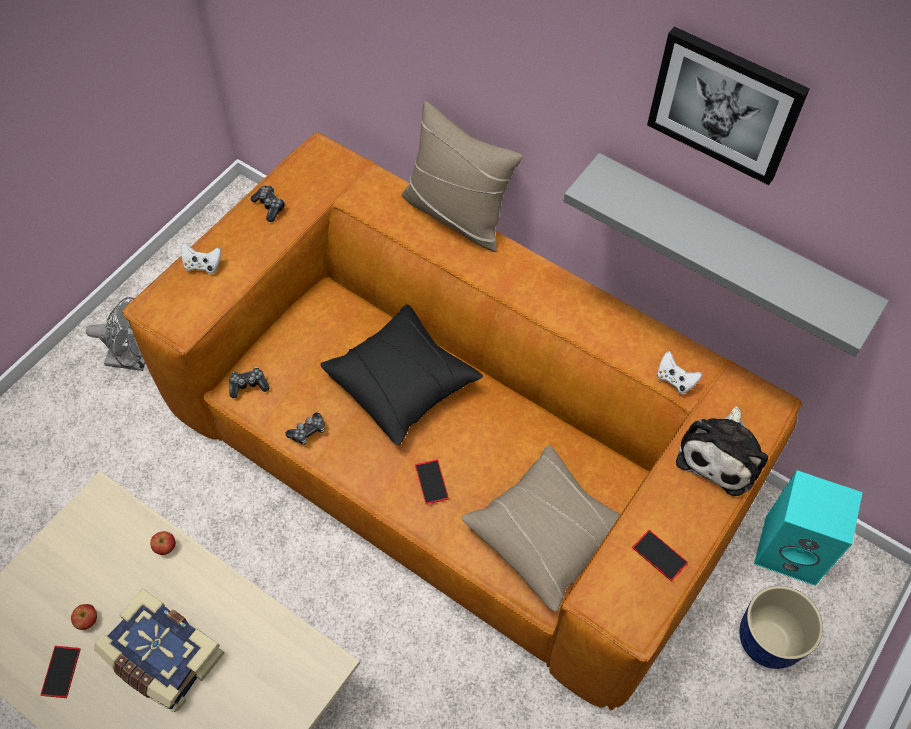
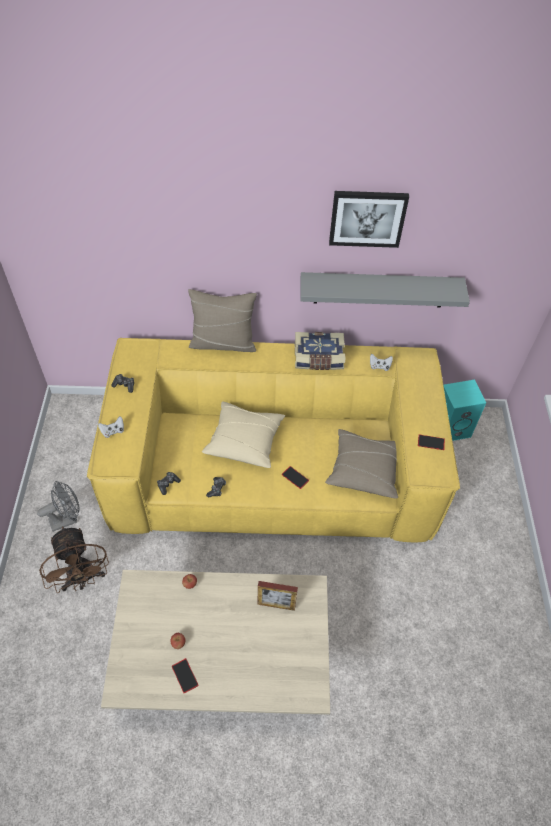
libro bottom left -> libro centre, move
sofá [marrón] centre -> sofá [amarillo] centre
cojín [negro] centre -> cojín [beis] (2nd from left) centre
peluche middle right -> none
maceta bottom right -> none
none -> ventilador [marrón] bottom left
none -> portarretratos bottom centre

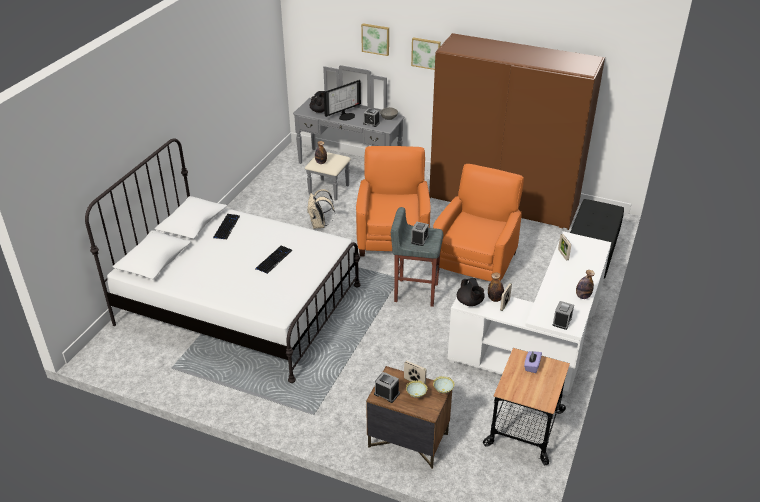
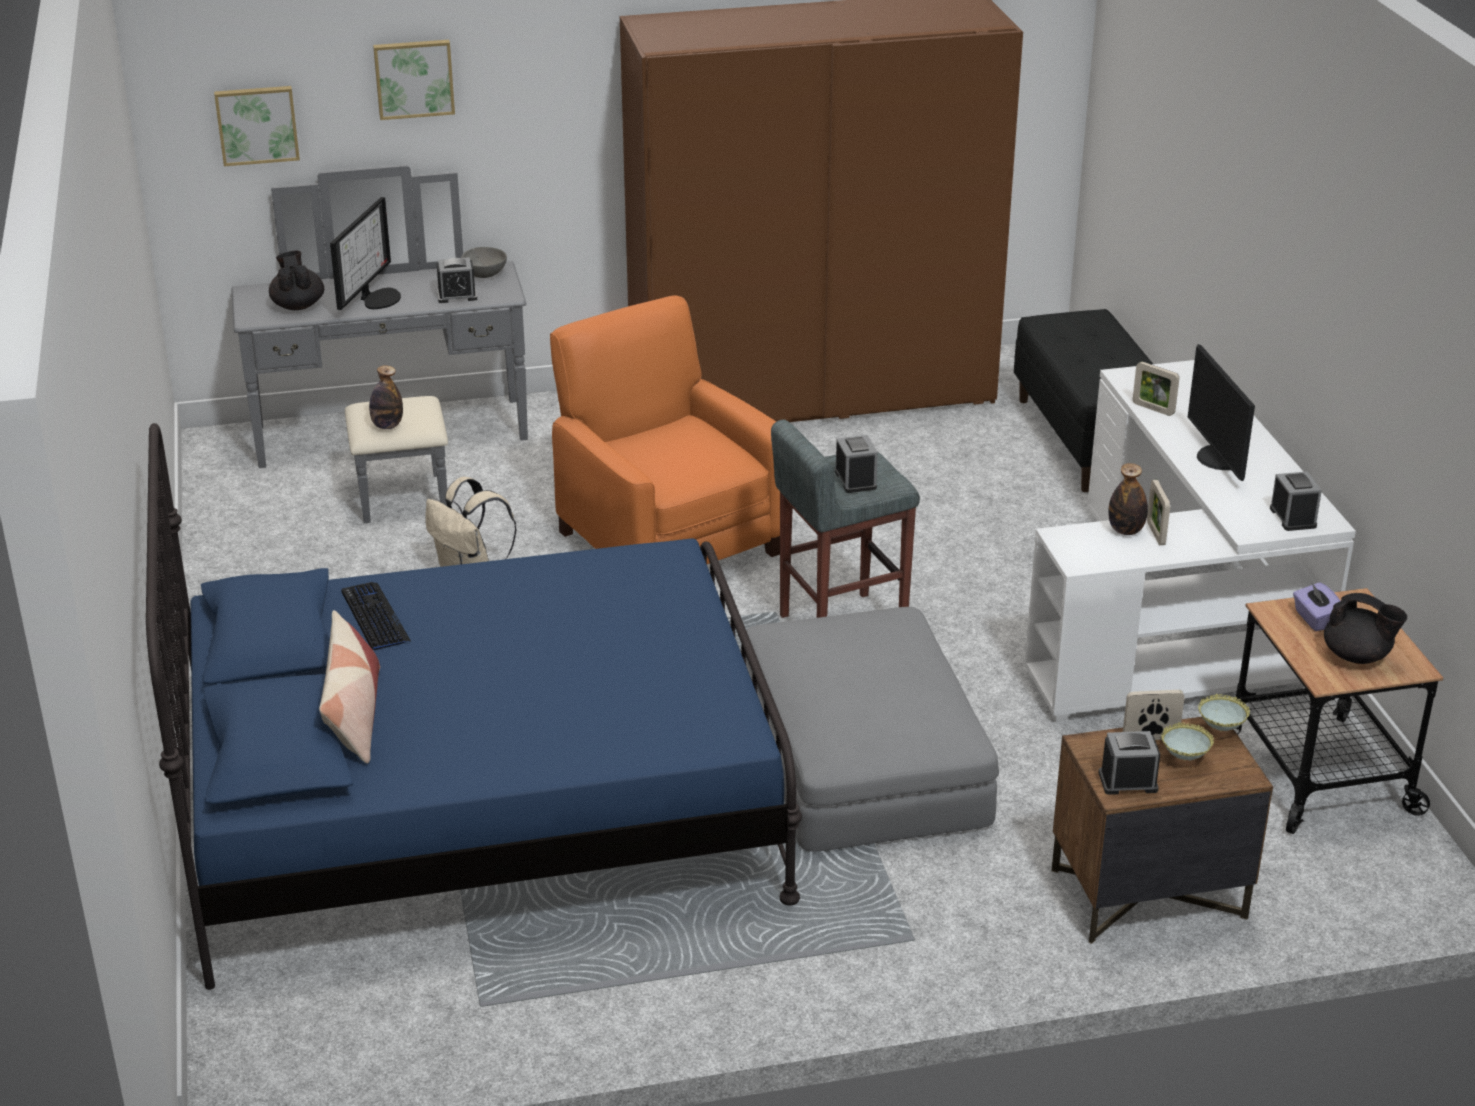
cama [blanco] middle left -> cama [azul] middle left
teclado (2nd from left) centre -> none
cuadro (2nd from left in the first image) top centre -> cuadro (1st from left) top left, move
sillón [naranja] (2nd from left) centre -> none
tetera [negro] (2nd from left) centre -> tetera [negro] (2nd from left) middle right, move
botella (3rd from left) middle right -> none
none -> cojín middle left
none -> puf [gris] centre
none -> monitor (2nd from left) middle right

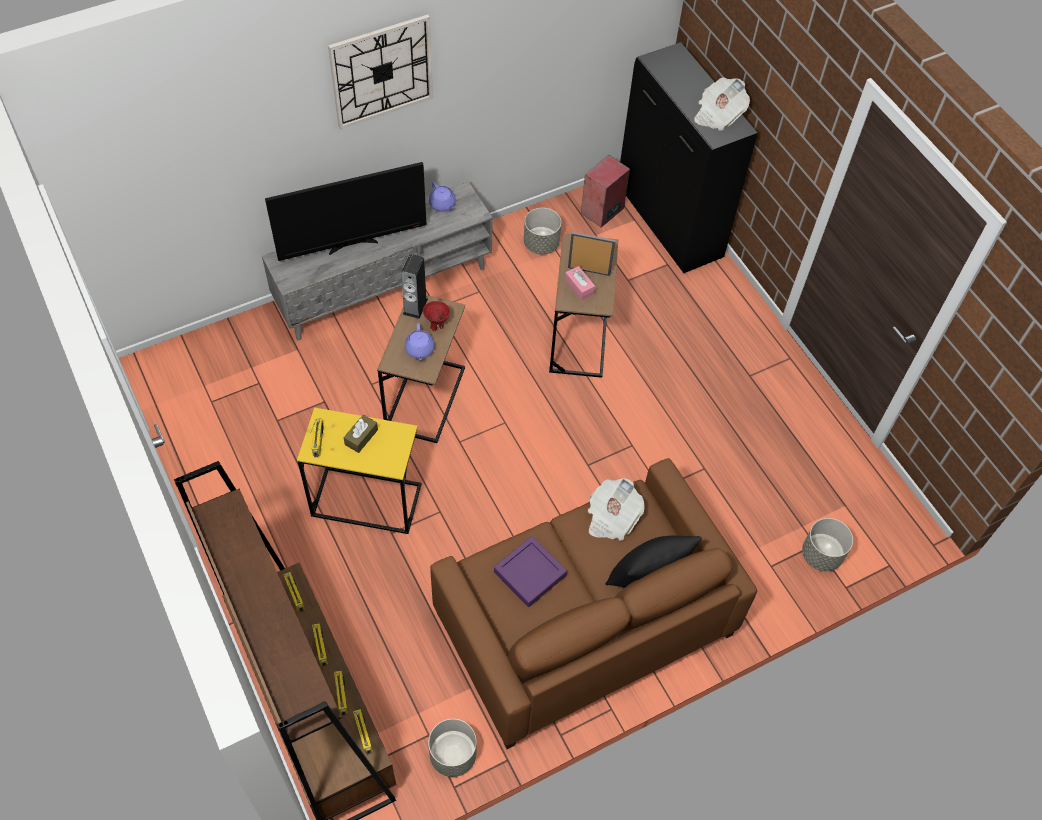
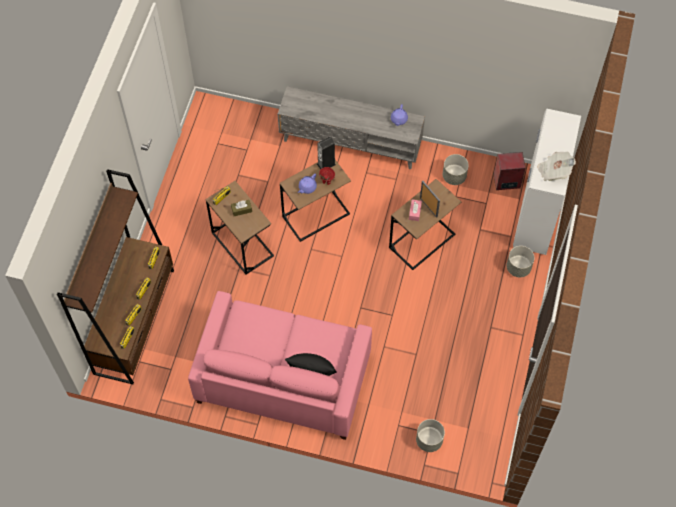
televisor top left -> none
mesa auxiliar [amarillo] centre -> mesa auxiliar [marrón] (1st from left) centre
reloj de pared top centre -> none
maceta [gris] (1st from left in the first image) bottom centre -> maceta [gris] (3rd from left) middle right, move
sofá [marrón] bottom centre -> sofá [rosa] bottom centre
bandeja [morado] bottom centre -> none
periódico (1st from left) centre -> none
armario [negro] top centre -> armario [blanco] middle right

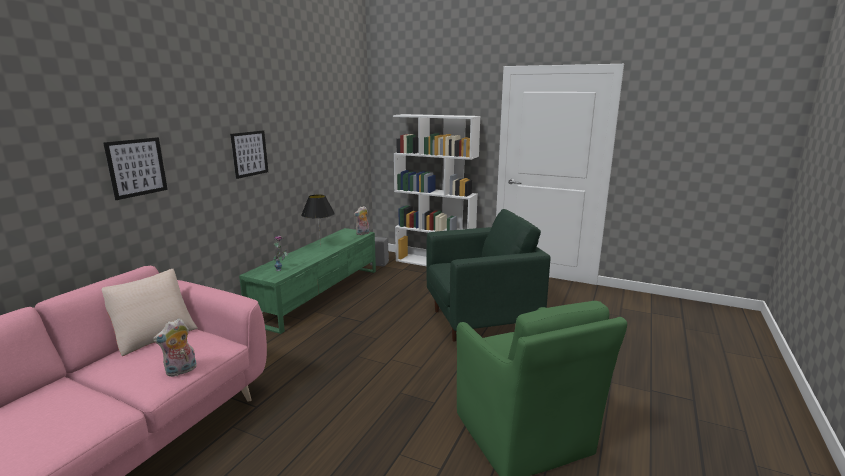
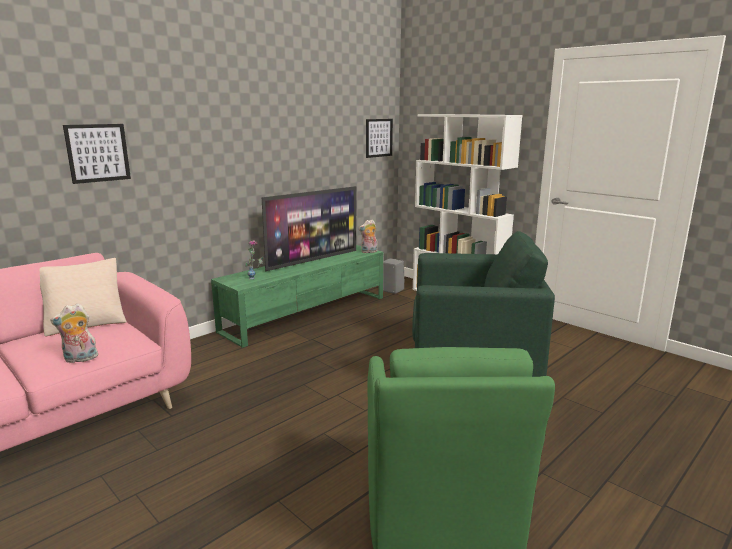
cuadro (2nd from left) top left -> cuadro (2nd from left) top centre, move
lámpara de mesa [negro] centre -> televisor centre

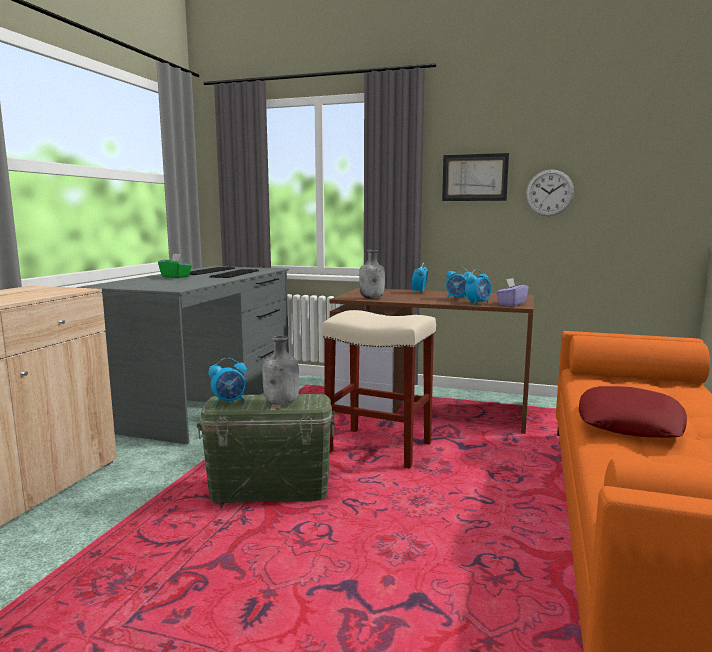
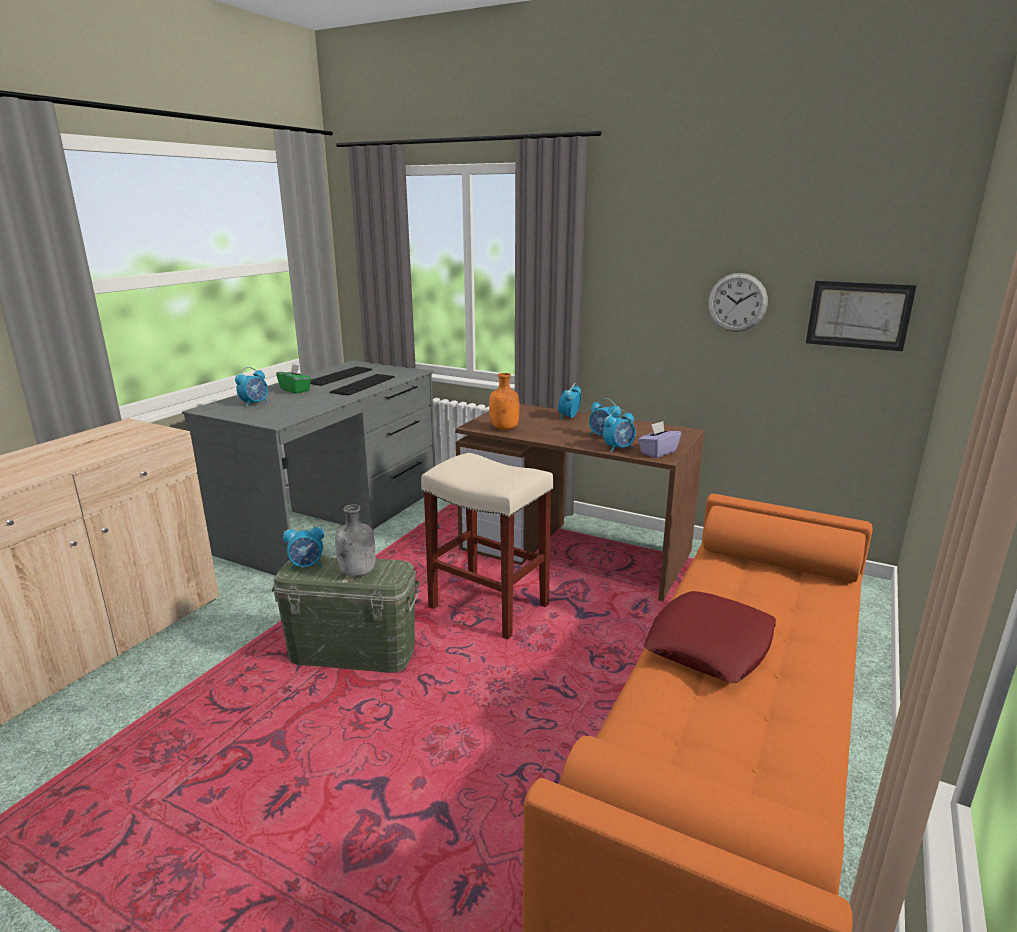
botella [gris] (2nd from left) centre -> botella [naranja] centre
cuadro top right -> cuadro middle right, move
none -> despertador (1st from left) middle left

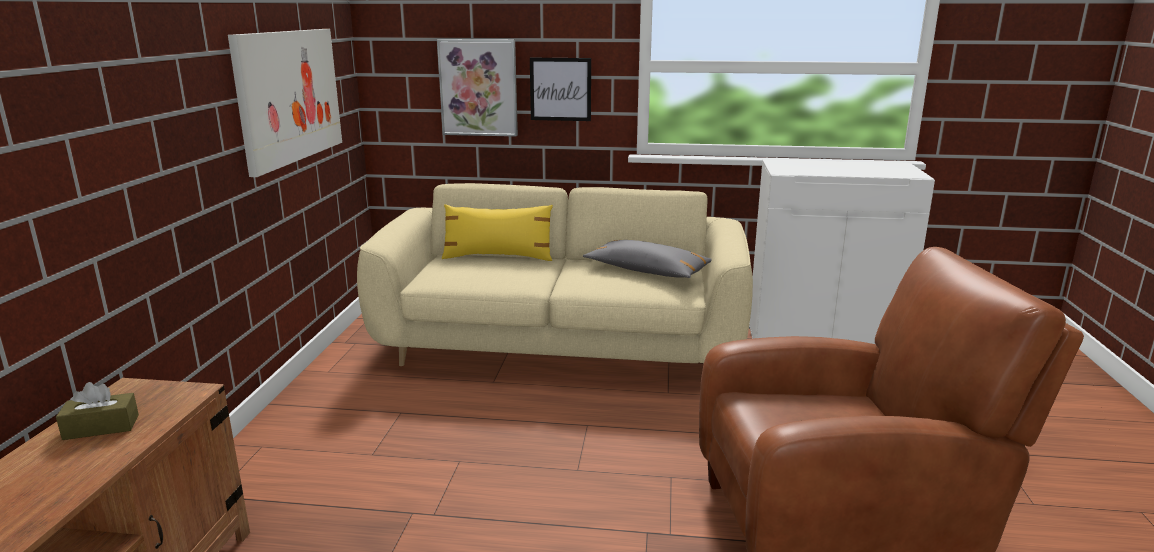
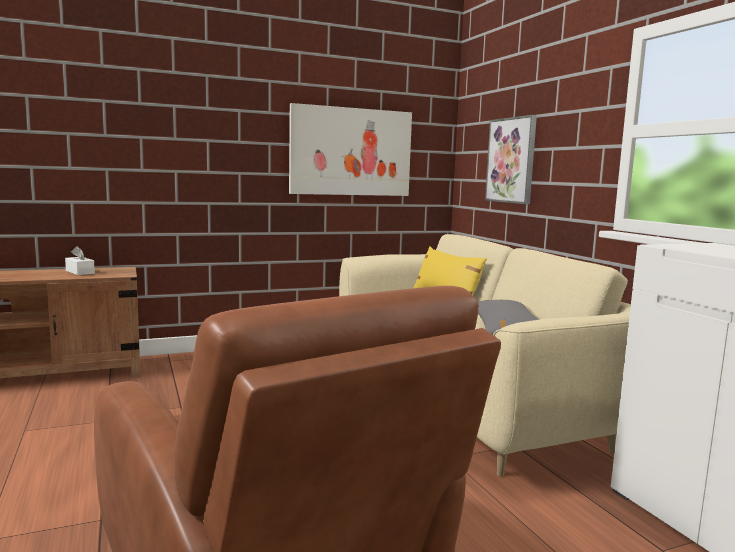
caja de pañuelos [marrón] bottom left -> caja de pañuelos [blanco] middle left
cuadro (3rd from left) top centre -> none

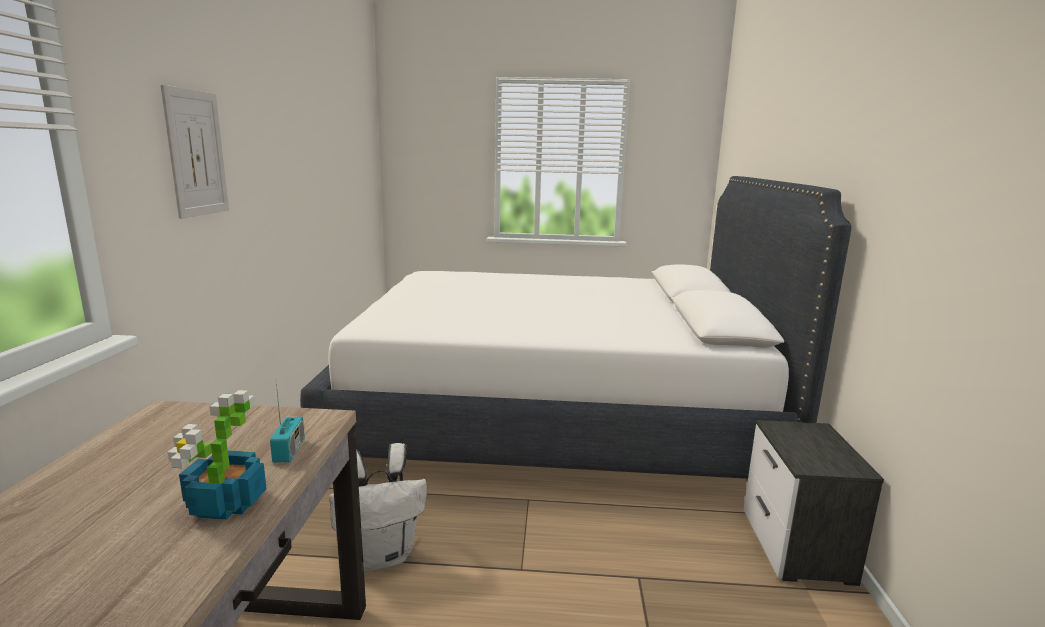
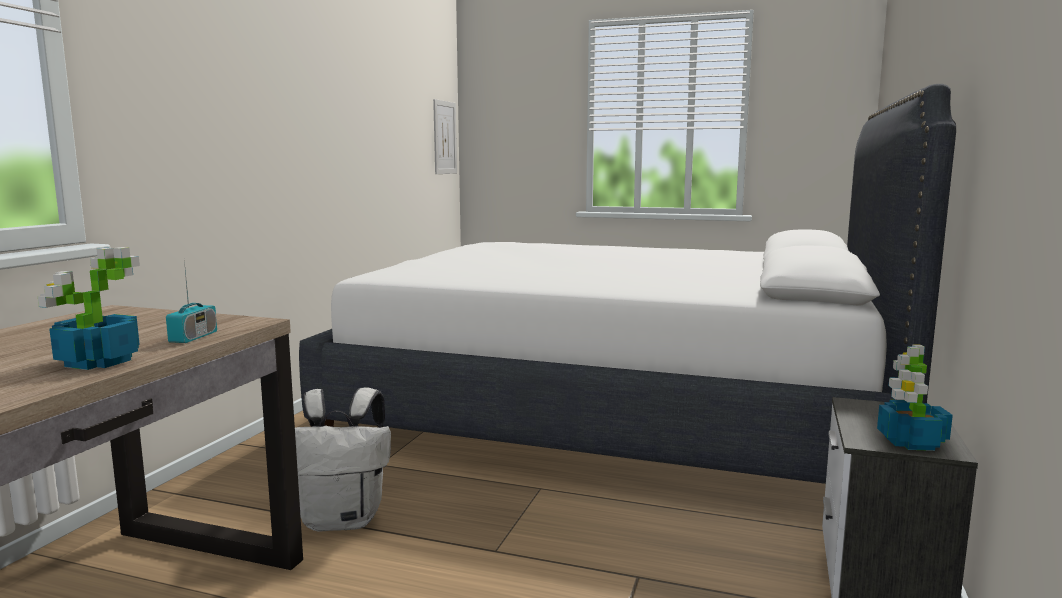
cuadro top left -> cuadro top centre, move
none -> planta en maceta (2nd from left) middle right

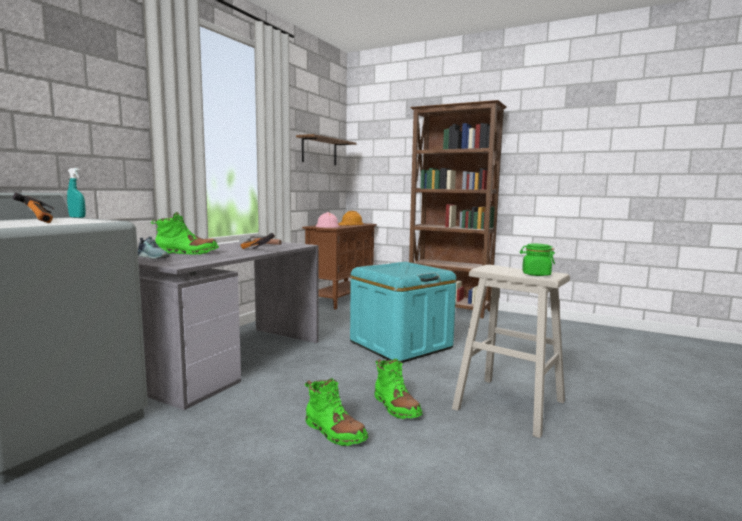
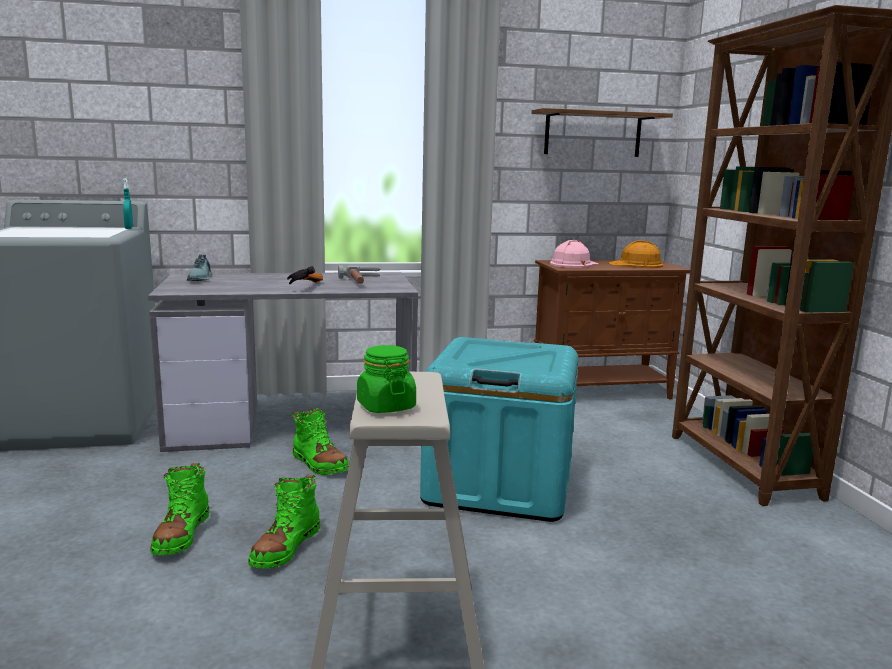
martillo (1st from left) middle left -> none
bota [verde] (1st from left in the first image) middle left -> bota [verde] (3rd from left) centre, move

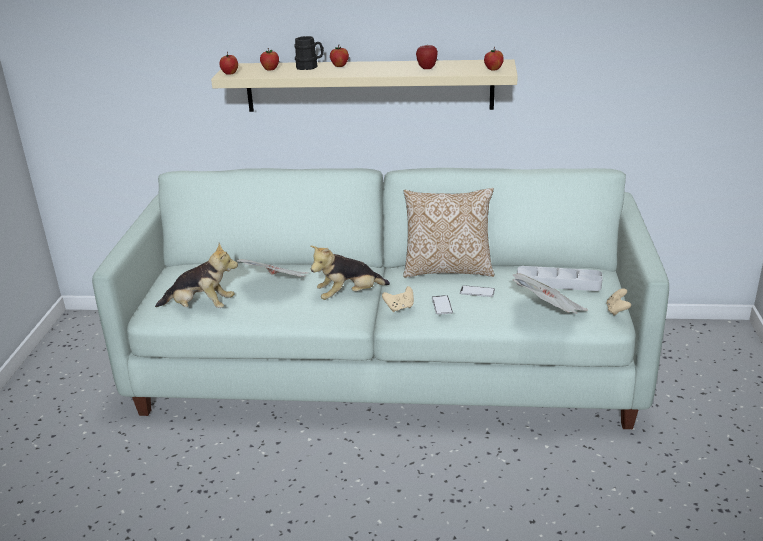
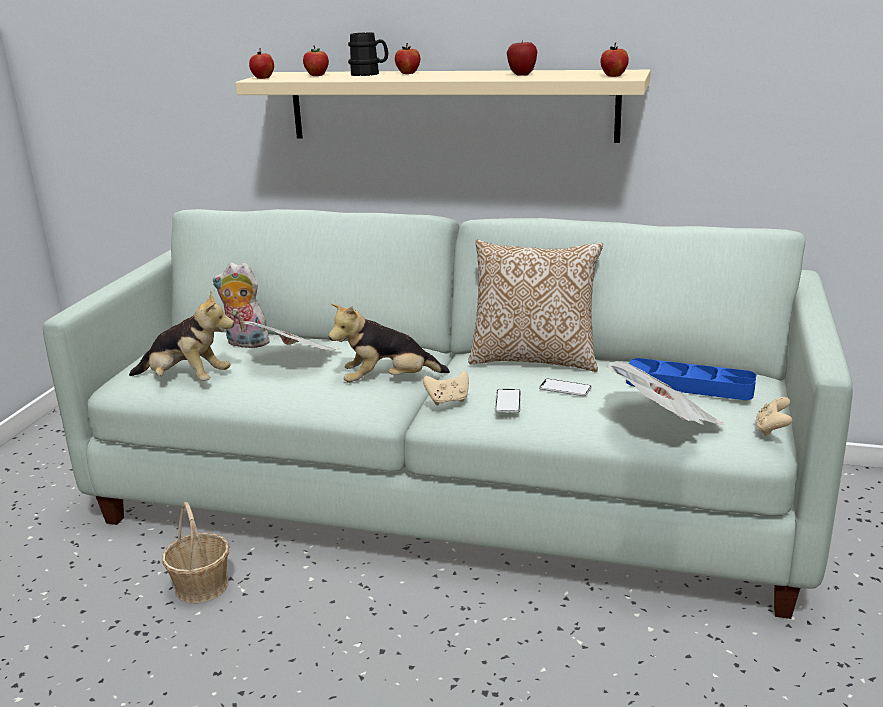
bandeja [gris] middle right -> bandeja [azul] middle right
none -> cesta bottom left
none -> peluche (2nd from left) middle left

